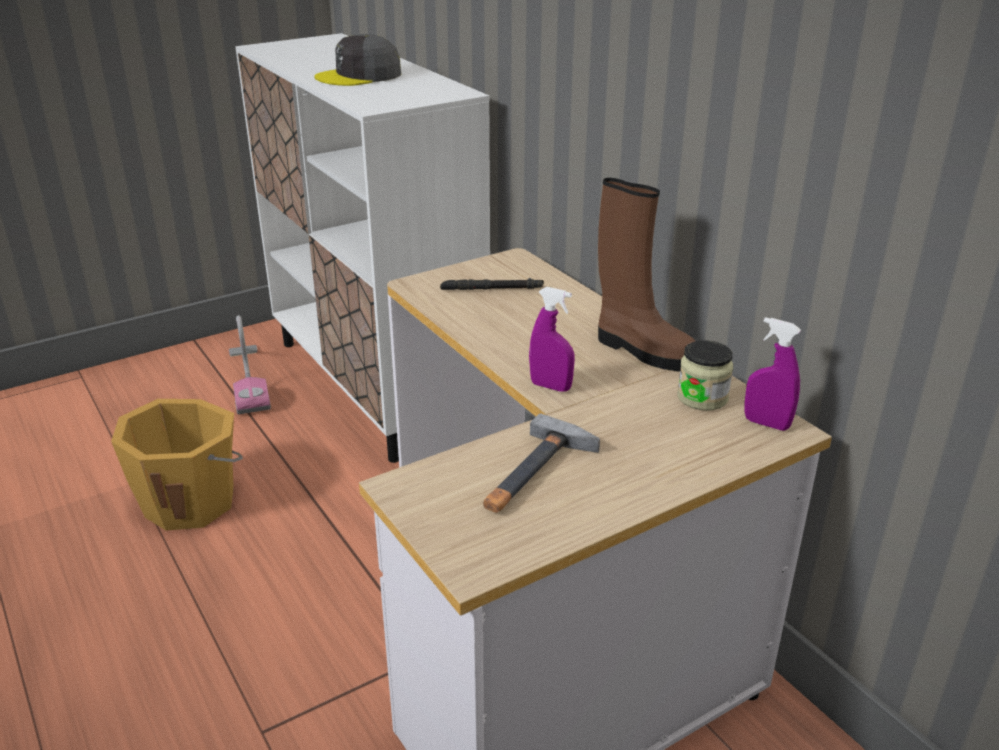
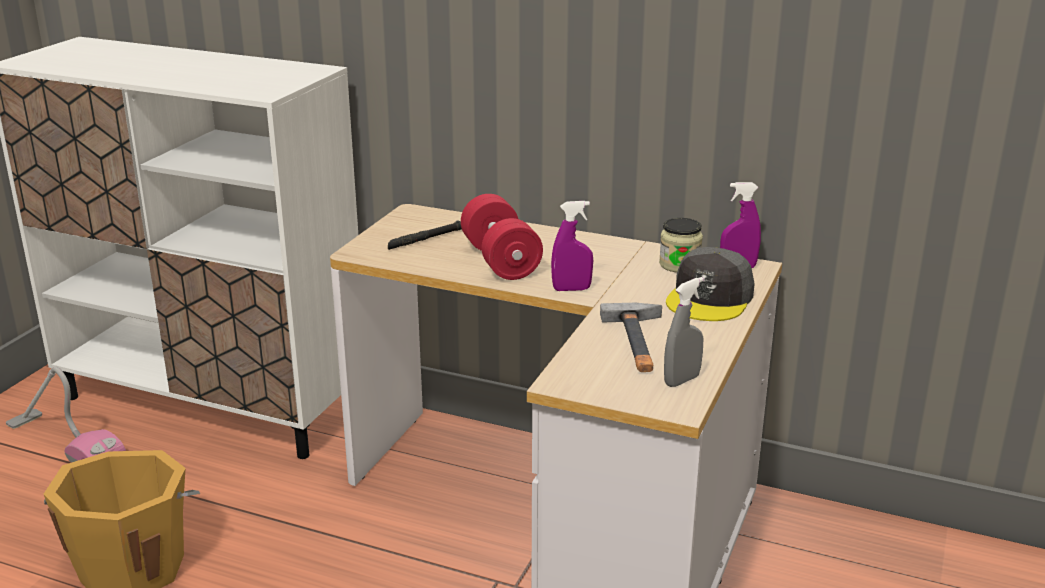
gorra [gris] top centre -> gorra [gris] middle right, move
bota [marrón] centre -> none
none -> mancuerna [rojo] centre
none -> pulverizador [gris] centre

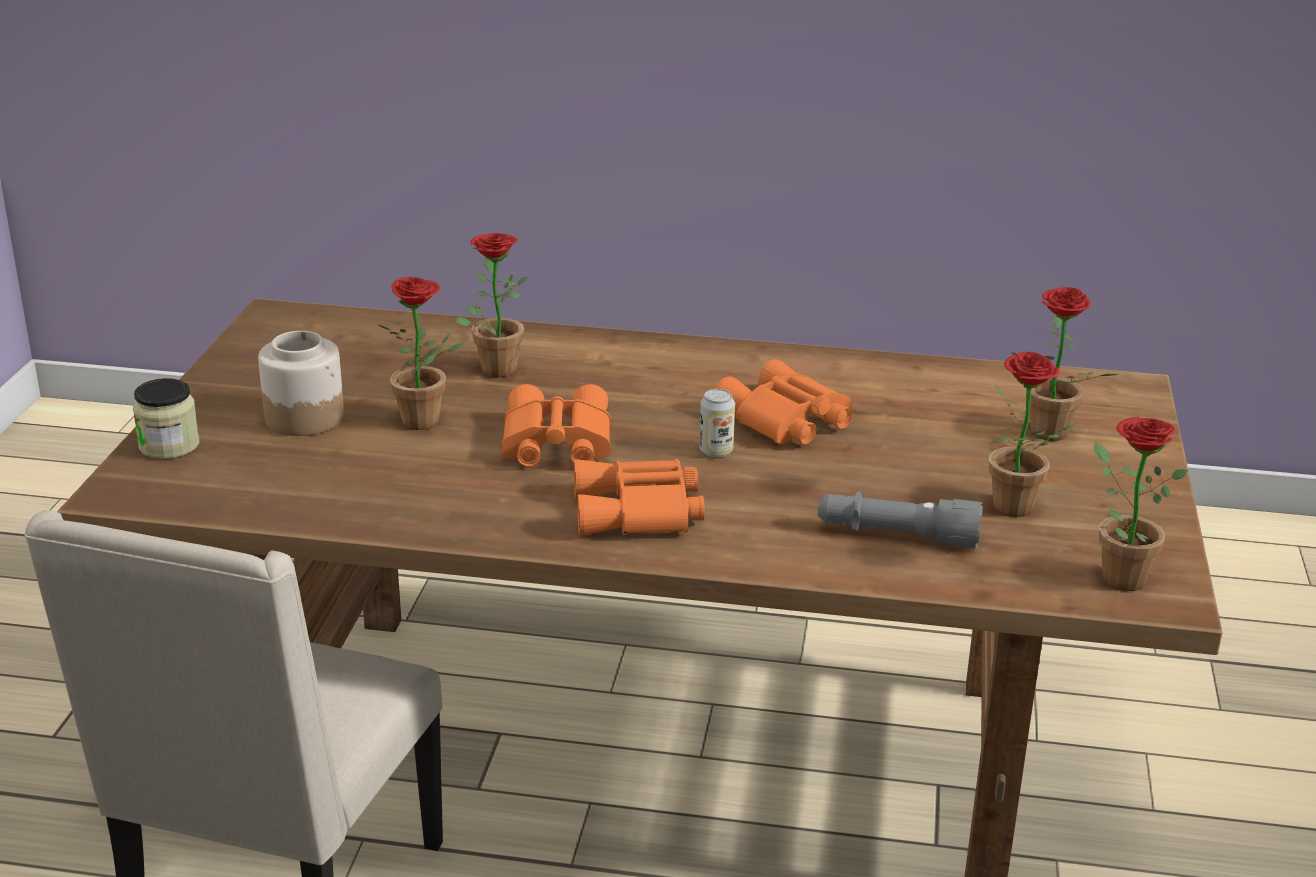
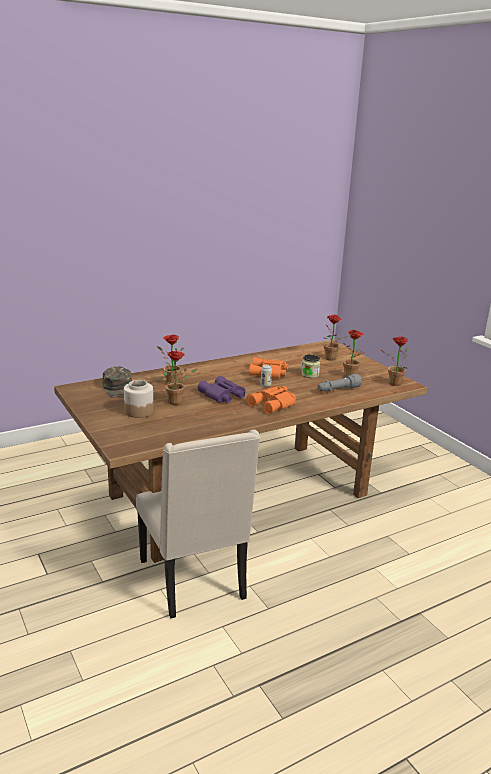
tarro (1st from left in the first image) middle left -> tarro (2nd from left) centre, move
prismáticos [naranja] (1st from left) centre -> prismáticos [morado] centre
none -> gorra [verde] middle left

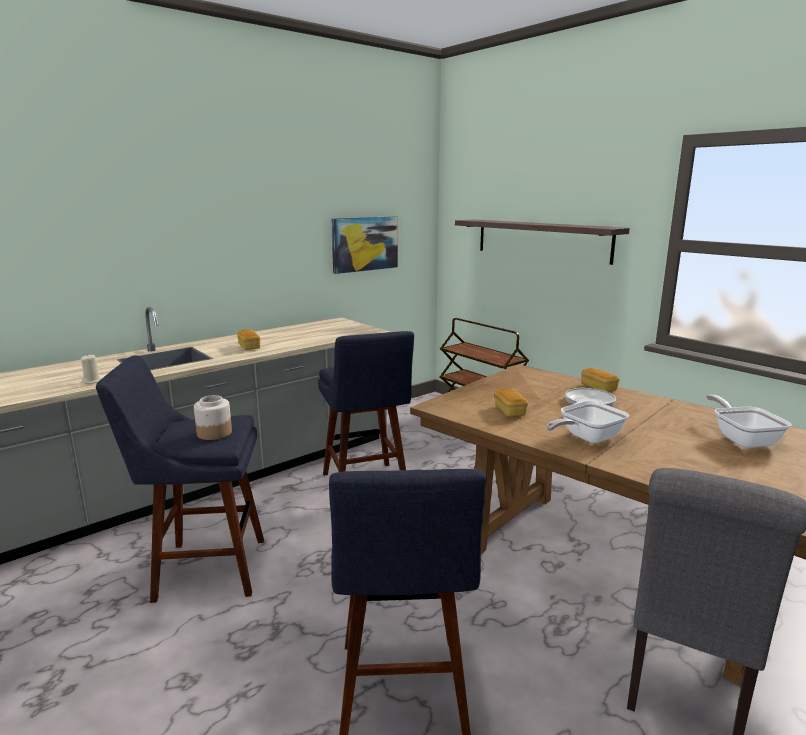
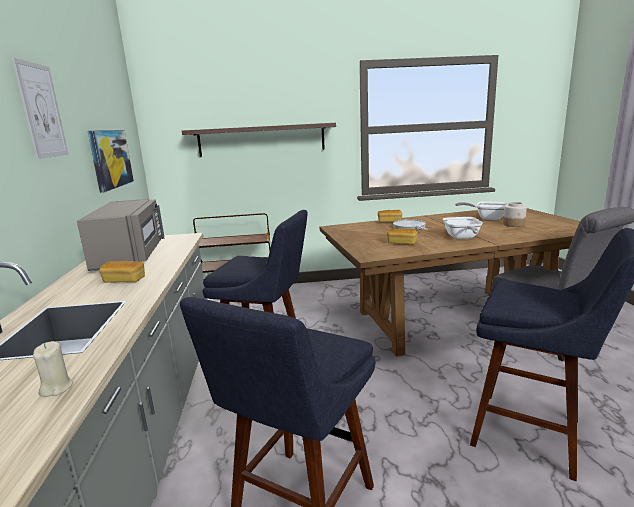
tarro middle left -> tarro middle right, move
none -> cuadro (1st from left) top left
none -> microondas [gris] middle left

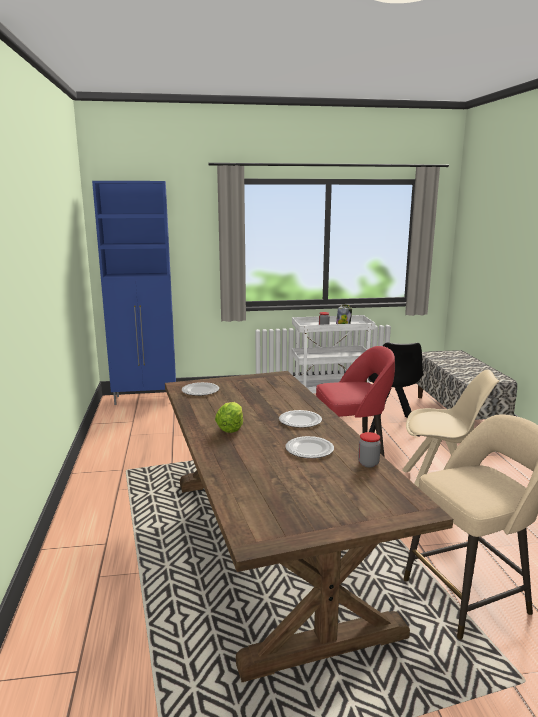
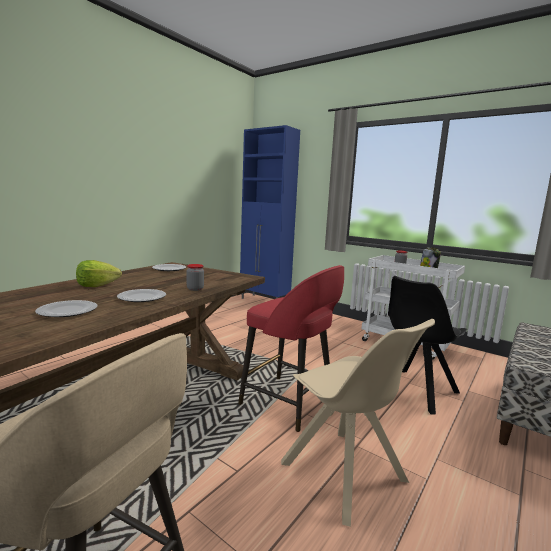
tarro (3rd from left in the first image) middle right -> tarro (1st from left) centre, move

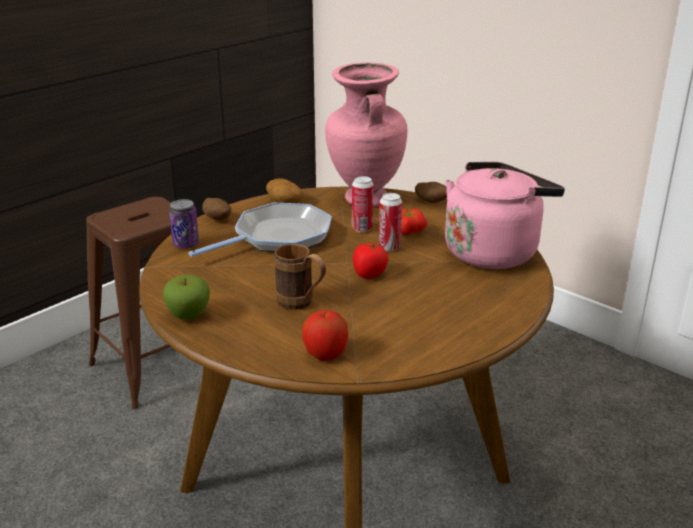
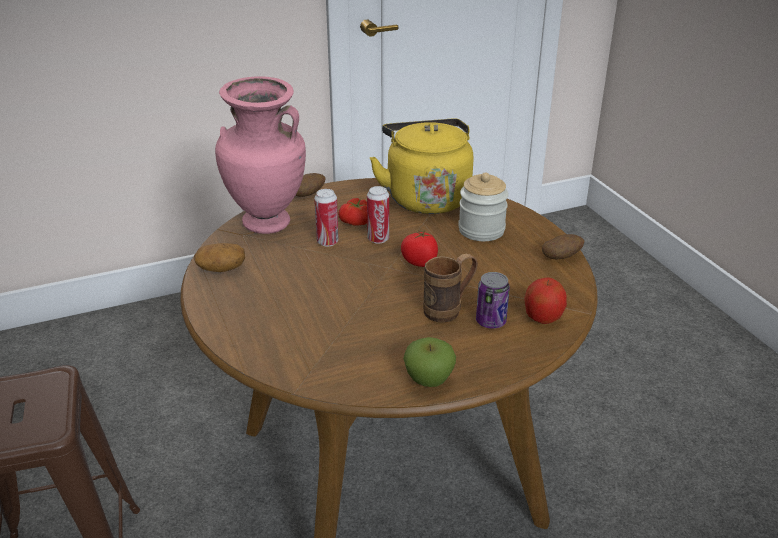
lata (1st from left in the first image) middle left -> lata (3rd from left) centre, move
sartén centre -> none
patata (1st from left in the first image) middle left -> patata (3rd from left) middle right, move
hervidor [rosa] middle right -> hervidor [amarillo] top centre
none -> tarro centre

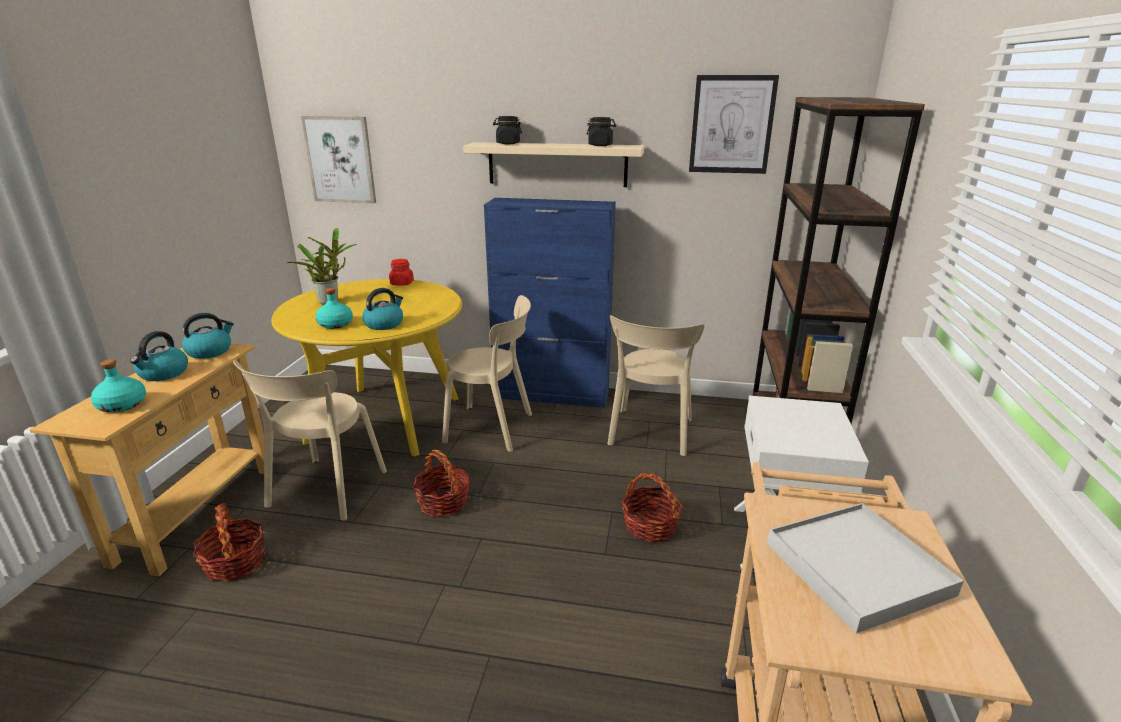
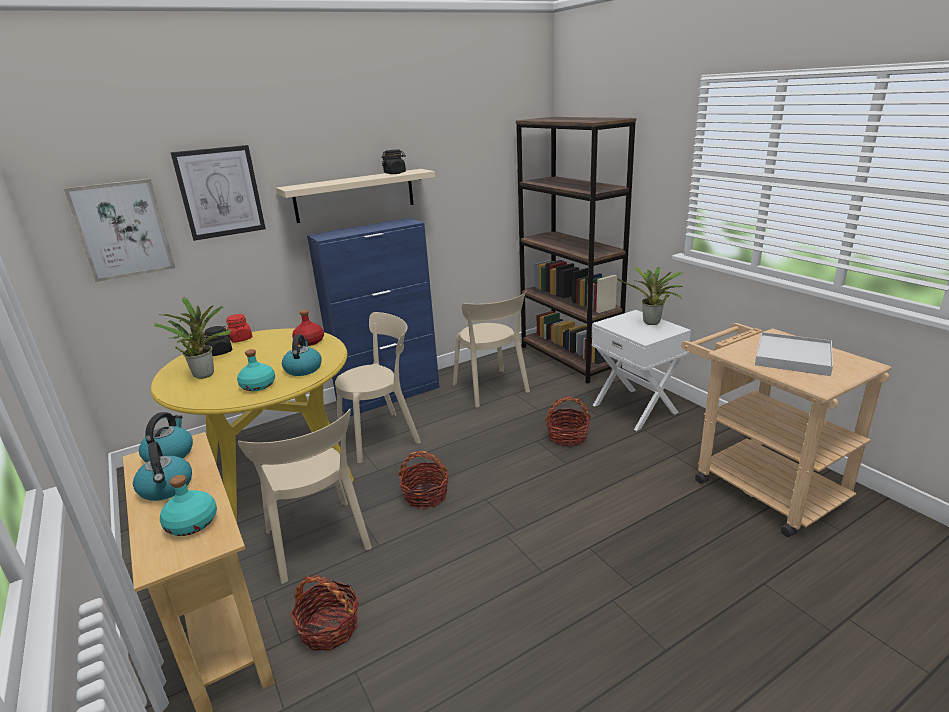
tarro [negro] (1st from left) top centre -> tarro [negro] (1st from left) middle left, move
cuadro (2nd from left) top centre -> cuadro (2nd from left) top left, move
none -> botella [rojo] middle left
none -> planta en maceta (2nd from left) middle right

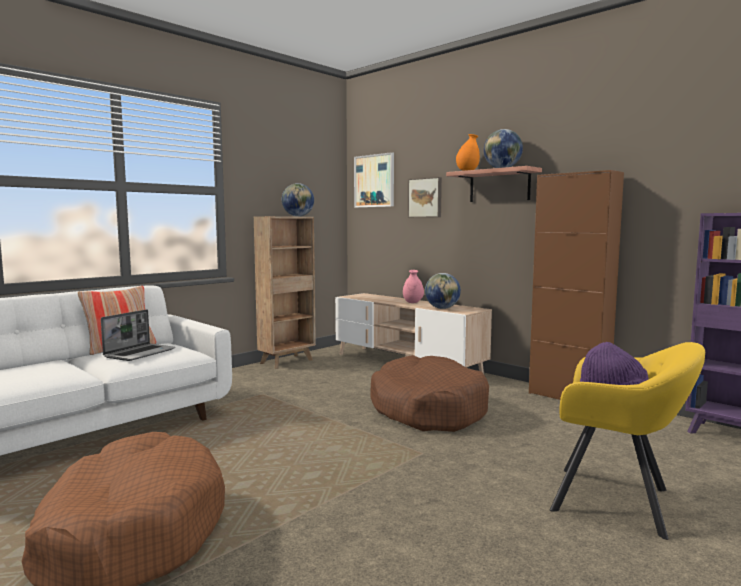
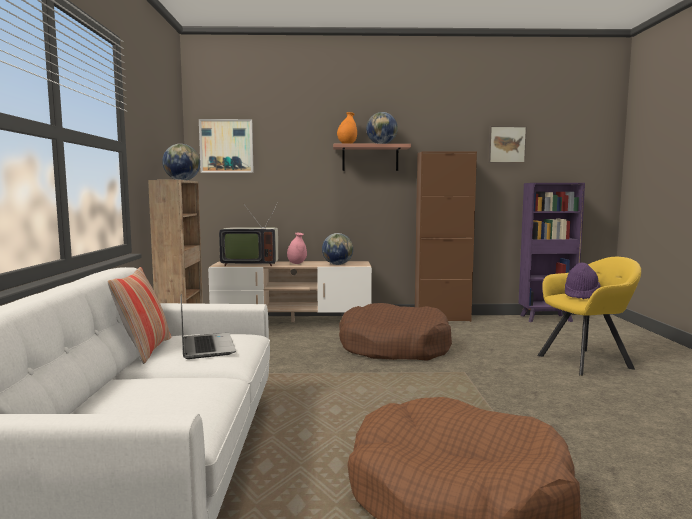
cuadro (2nd from left) centre -> cuadro (2nd from left) top right, move
none -> televisor centre

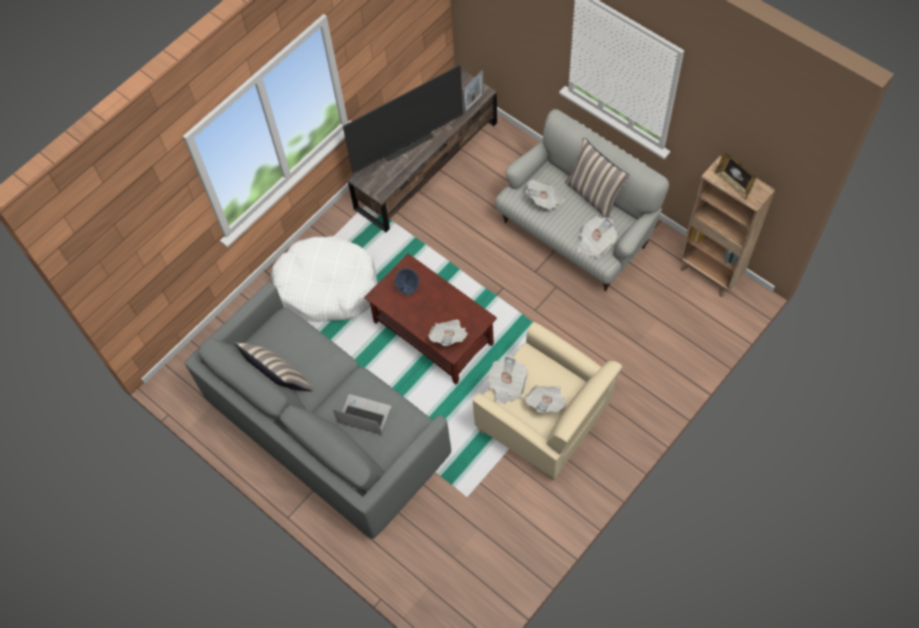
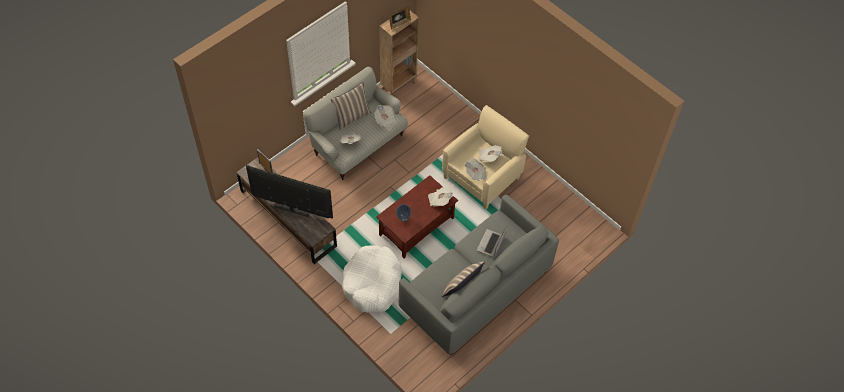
televisor top centre -> televisor centre, 45 degrees counterclockwise

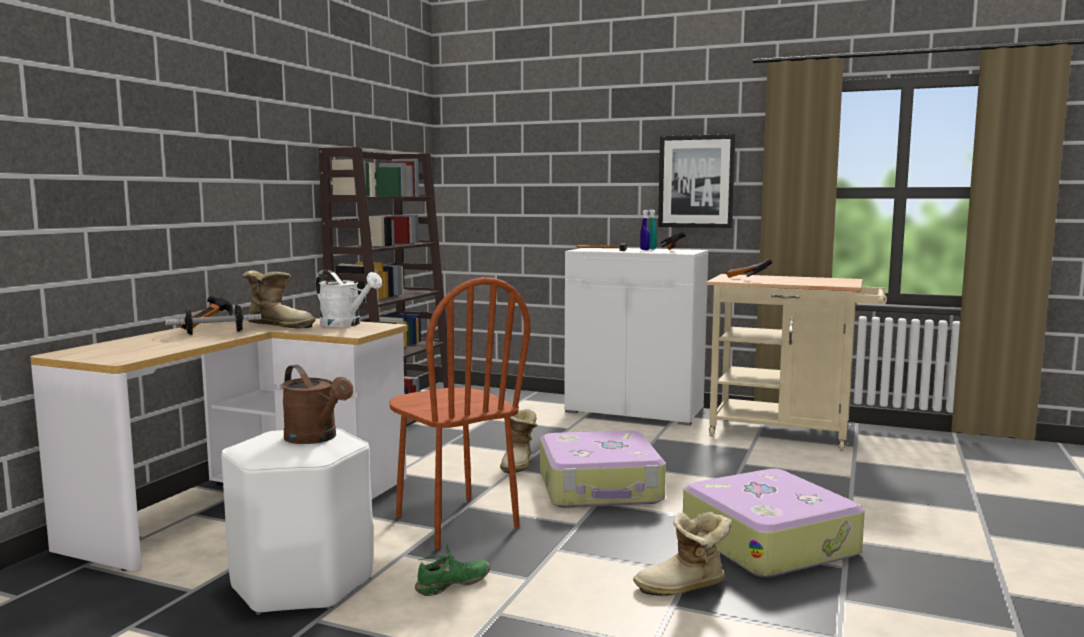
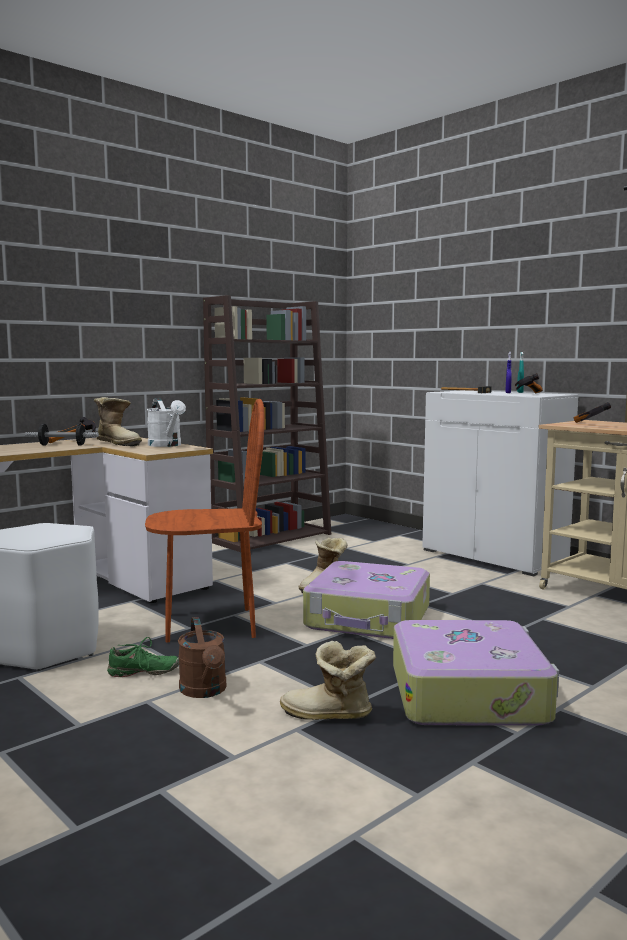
regadera [marrón] middle left -> regadera [marrón] bottom left, move
silla [marrón] centre -> silla [marrón] middle left, 90 degrees counterclockwise
cuadro top centre -> none

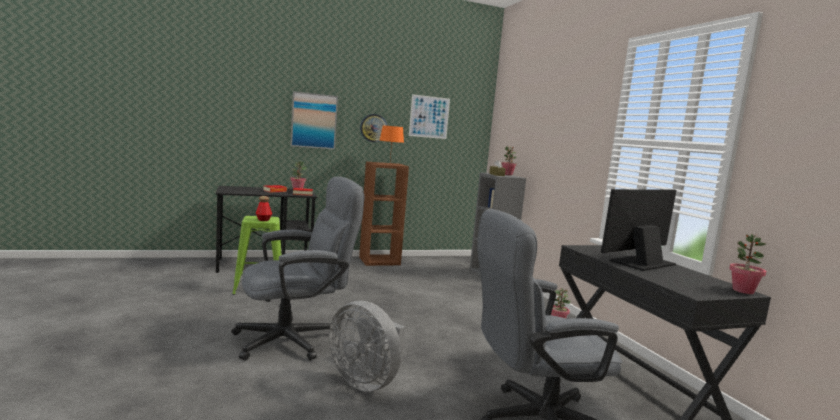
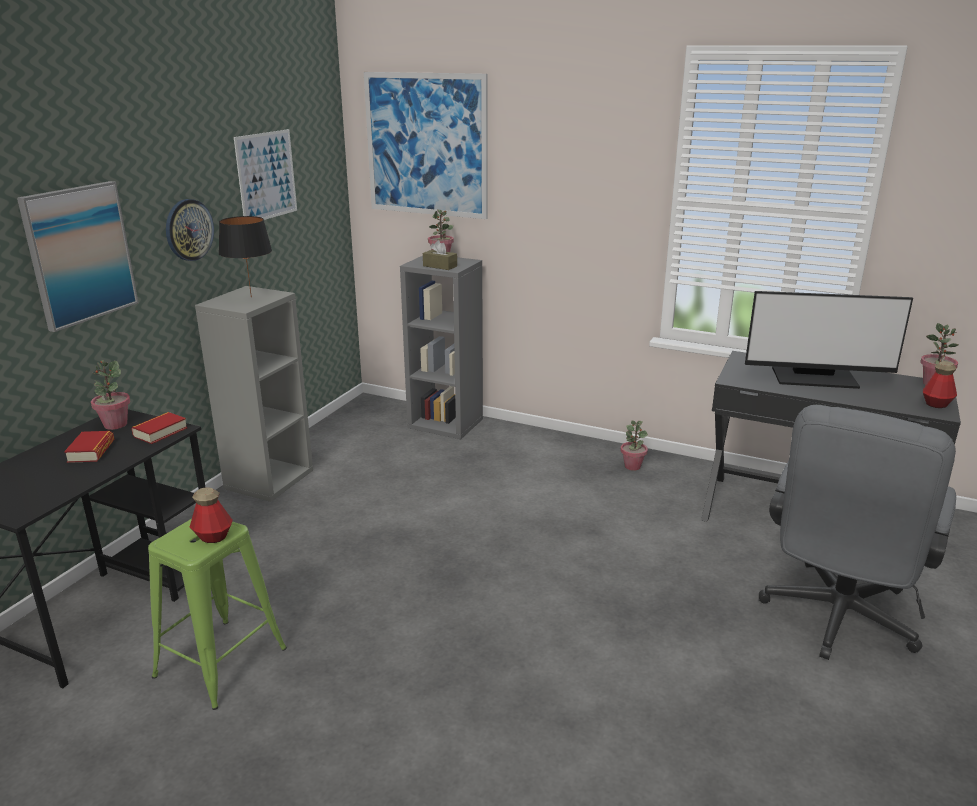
silla de oficina [gris] (1st from left) centre -> none
ventilador [gris] bottom centre -> none
estantería [marrón] centre -> estantería [gris] (1st from left) middle left
lámpara de mesa [naranja] centre -> lámpara de mesa [negro] top left
monitor middle right, 90 degrees counterclockwise
none -> cuadro (3rd from left) top centre
none -> botella (2nd from left) middle right

